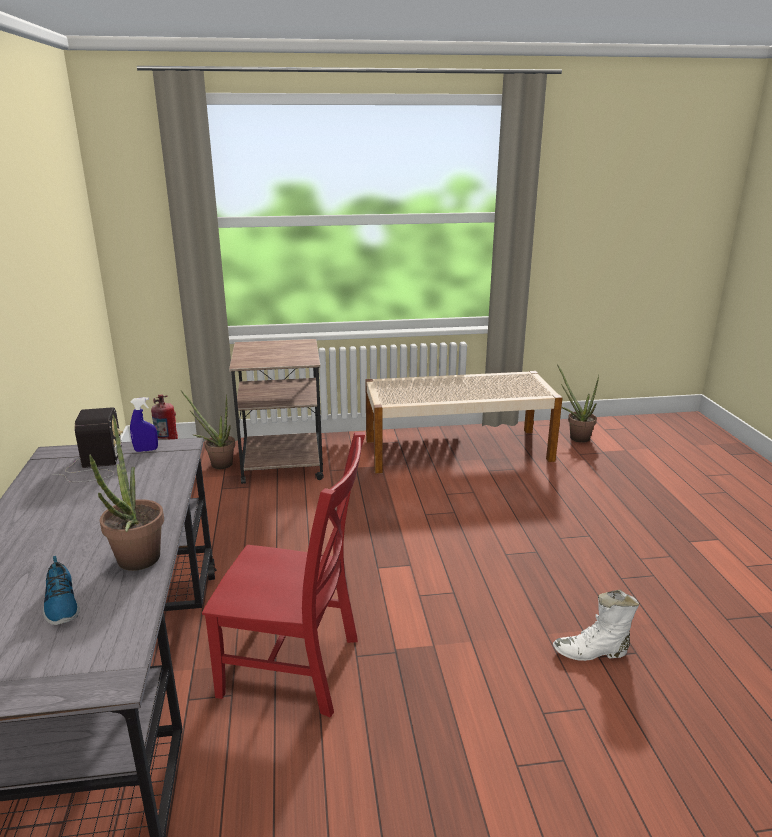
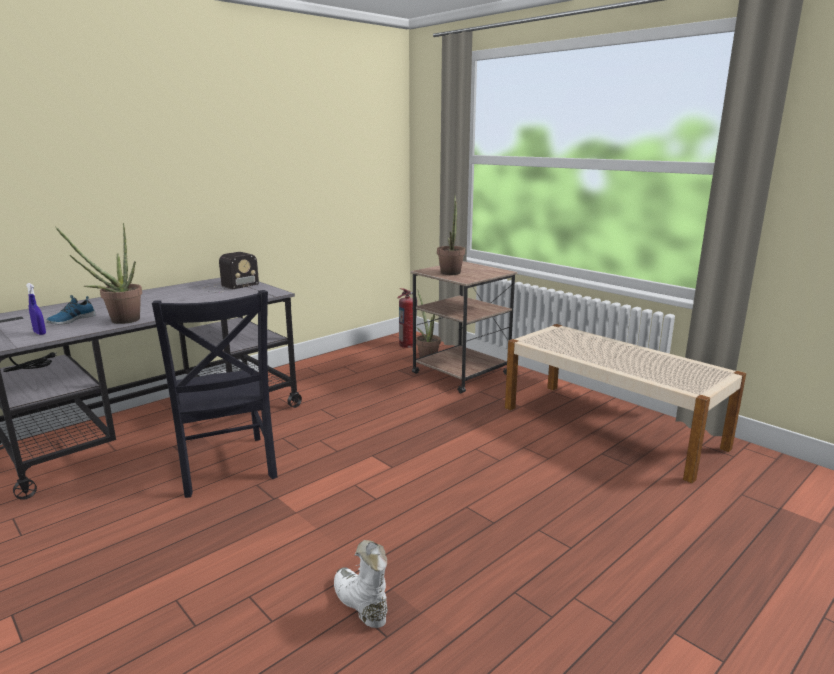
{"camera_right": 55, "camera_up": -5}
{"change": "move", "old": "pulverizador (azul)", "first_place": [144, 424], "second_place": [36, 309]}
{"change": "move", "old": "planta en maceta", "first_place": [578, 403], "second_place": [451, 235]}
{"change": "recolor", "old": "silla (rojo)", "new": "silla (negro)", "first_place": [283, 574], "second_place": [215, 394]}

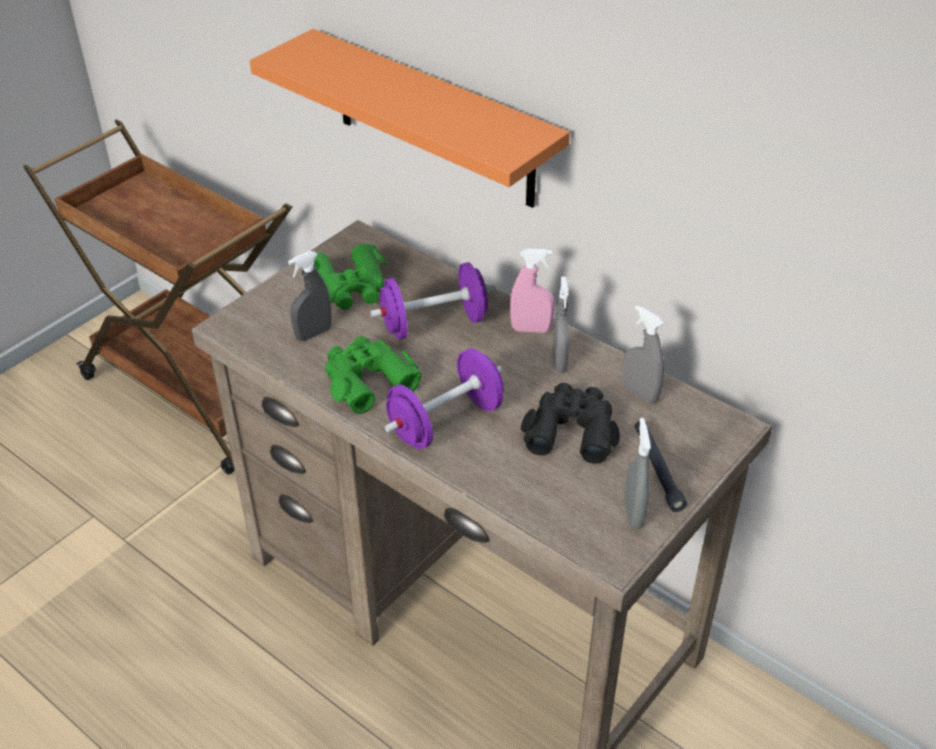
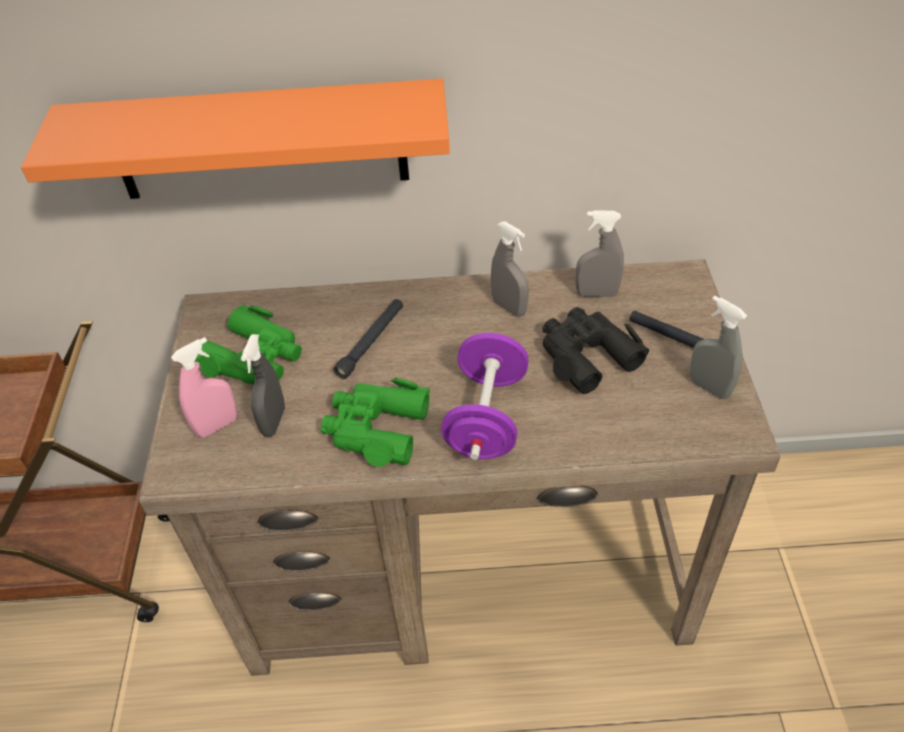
{"camera_right": -40, "camera_up": 5}
{"change": "move", "old": "pulverizador (rosa)", "first_place": [532, 291], "second_place": [204, 387]}
{"change": "replace", "old": "mancuerna (morado)", "new": "linterna (negro)", "first_place": [432, 301], "second_place": [368, 339]}

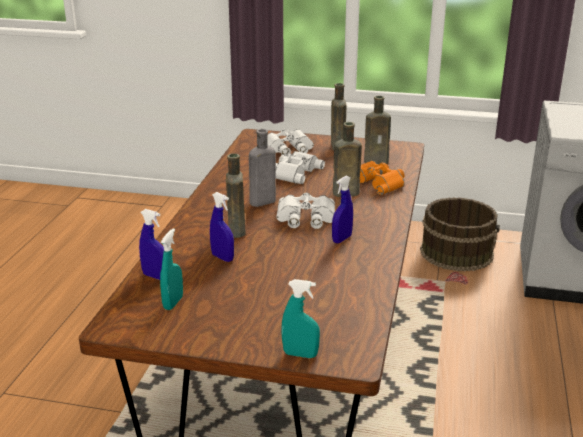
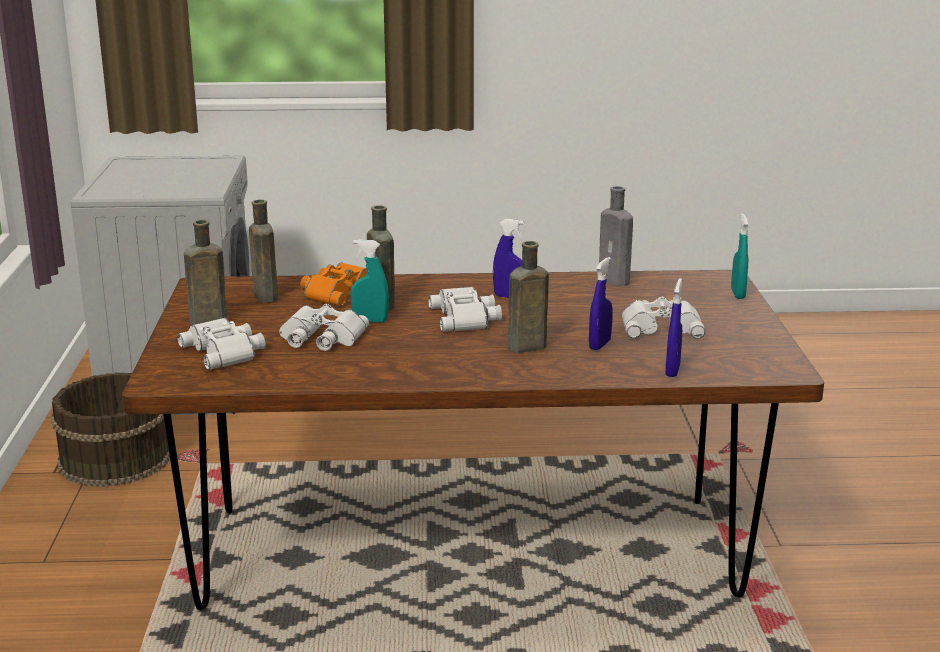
{"camera_right": -105, "camera_up": -5}
{"change": "insert", "new": "prismáticos (blanco)", "second_place": [663, 317]}
{"change": "move", "old": "pulverizador (turquesa)", "first_place": [171, 269], "second_place": [369, 281]}
{"change": "move", "old": "botella (gris)", "first_place": [262, 168], "second_place": [616, 236]}

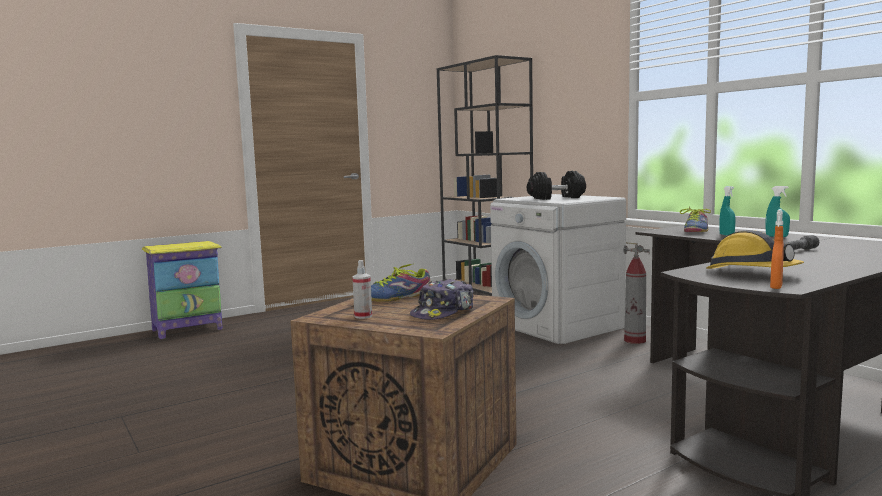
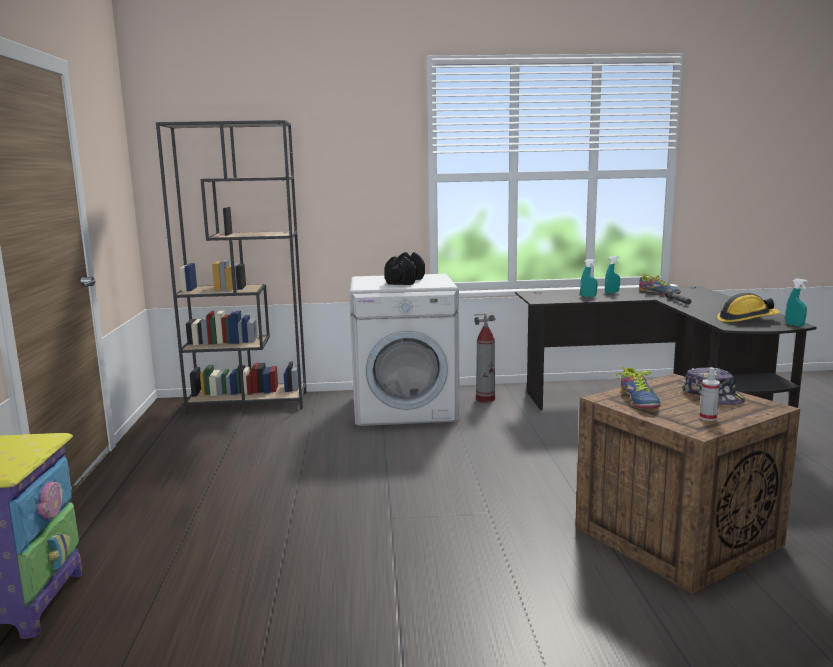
{"camera_right": -60, "camera_up": 5}
{"change": "move", "old": "zapato", "first_place": [695, 219], "second_place": [660, 285]}
{"change": "recolor", "old": "pulverizador (naranja)", "new": "pulverizador (turquesa)", "first_place": [777, 249], "second_place": [796, 302]}

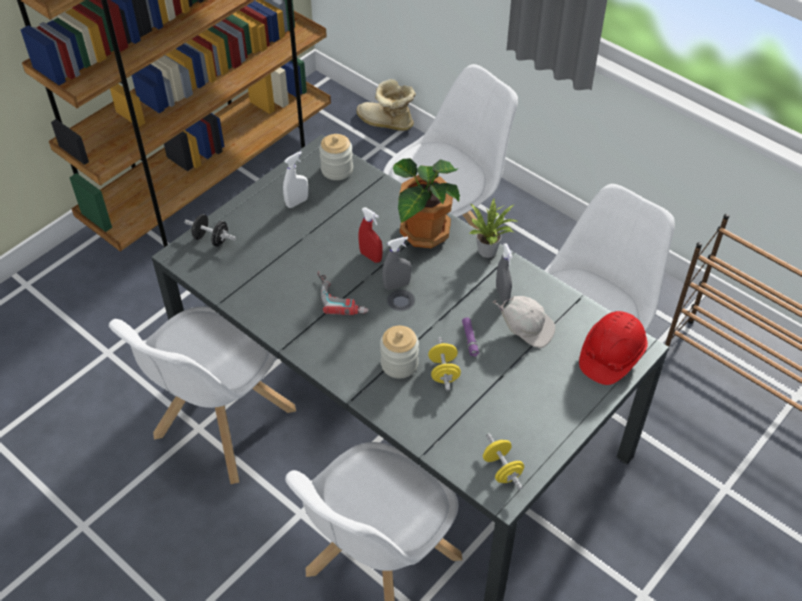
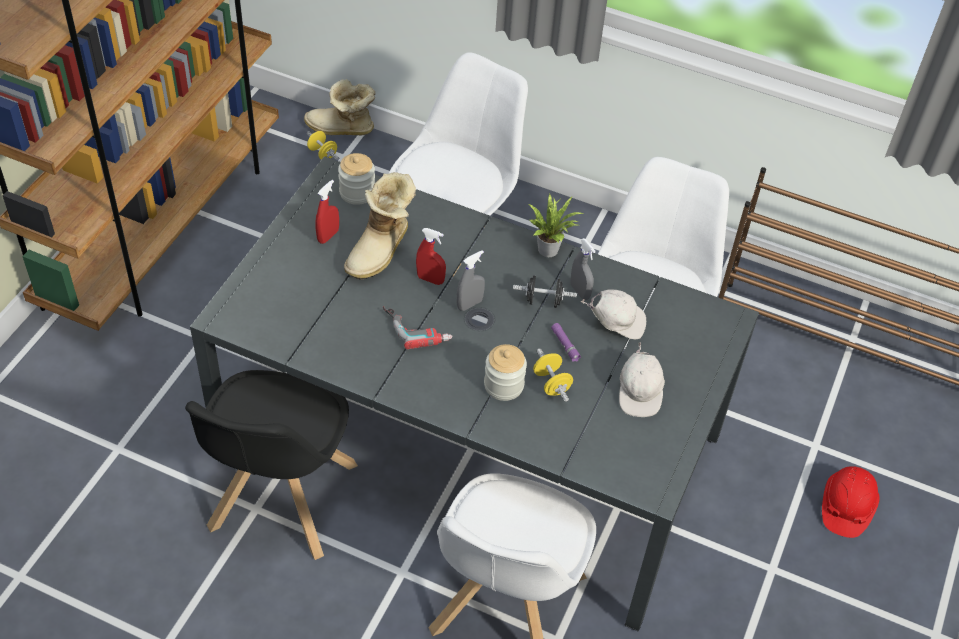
{"camera_right": -20, "camera_up": 0}
{"change": "delete", "old": "planta en maceta", "first_place": [426, 203]}
{"change": "insert", "new": "bota", "second_place": [380, 226]}
{"change": "insert", "new": "gorra (blanco)", "second_place": [642, 379]}
{"change": "move", "old": "mancuerna (negro)", "first_place": [210, 230], "second_place": [545, 291]}
{"change": "move", "old": "mancuerna (amarillo)", "first_place": [503, 461], "second_place": [322, 145]}
{"change": "move", "old": "casco (rojo)", "first_place": [613, 348], "second_place": [851, 502]}
{"change": "recolor", "old": "silla (blanco)", "new": "silla (negro)", "first_place": [202, 395], "second_place": [271, 465]}
{"change": "recolor", "old": "pulverizador (blanco)", "new": "pulverizador (rojo)", "first_place": [295, 179], "second_place": [327, 212]}

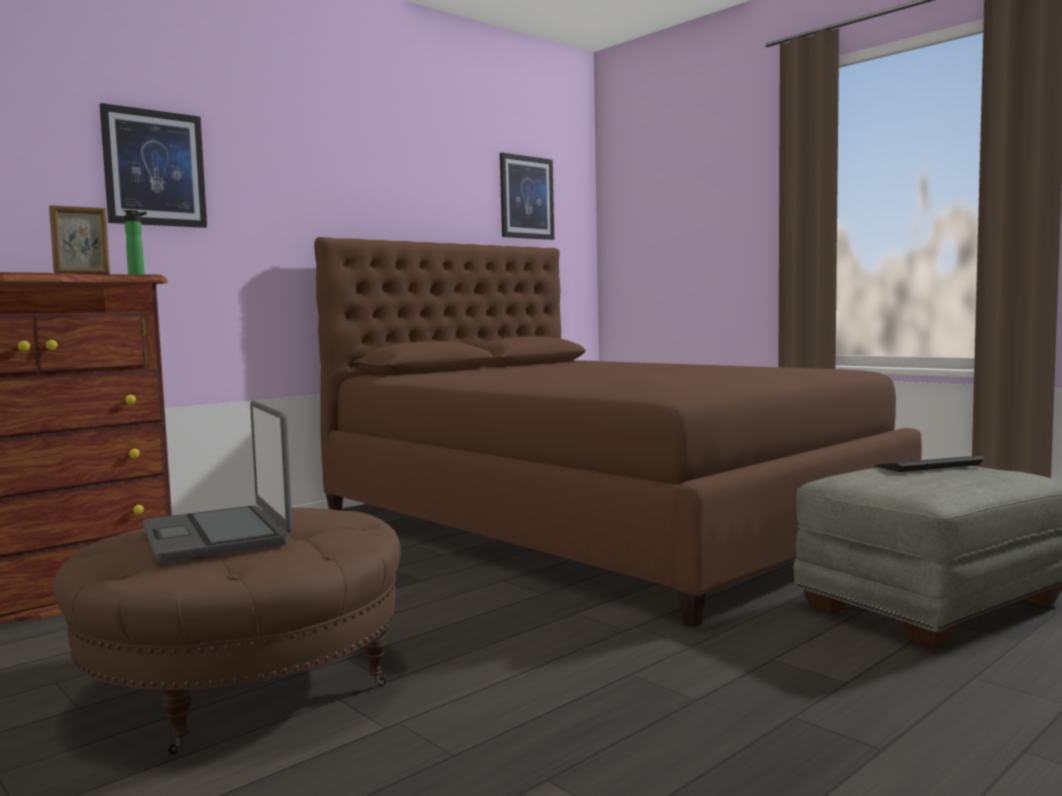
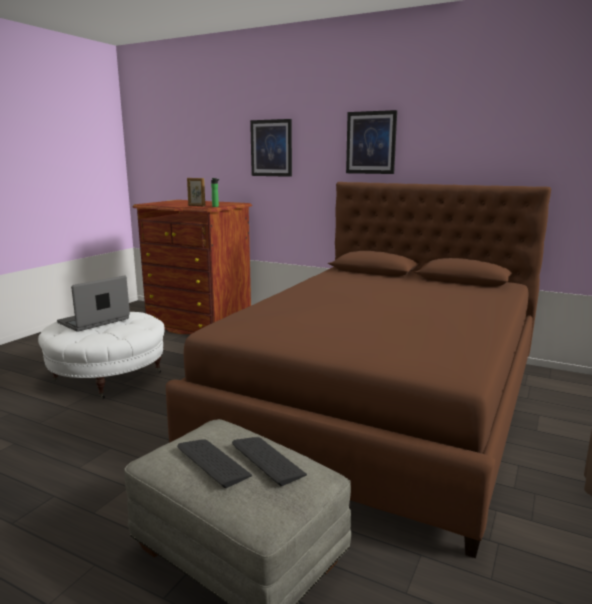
{"camera_right": 70, "camera_up": 10}
{"change": "insert", "new": "teclado", "second_place": [214, 464]}
{"change": "move", "old": "cuadro", "first_place": [527, 196], "second_place": [371, 142]}
{"change": "recolor", "old": "puf (marrón)", "new": "puf (blanco)", "first_place": [227, 631], "second_place": [101, 355]}

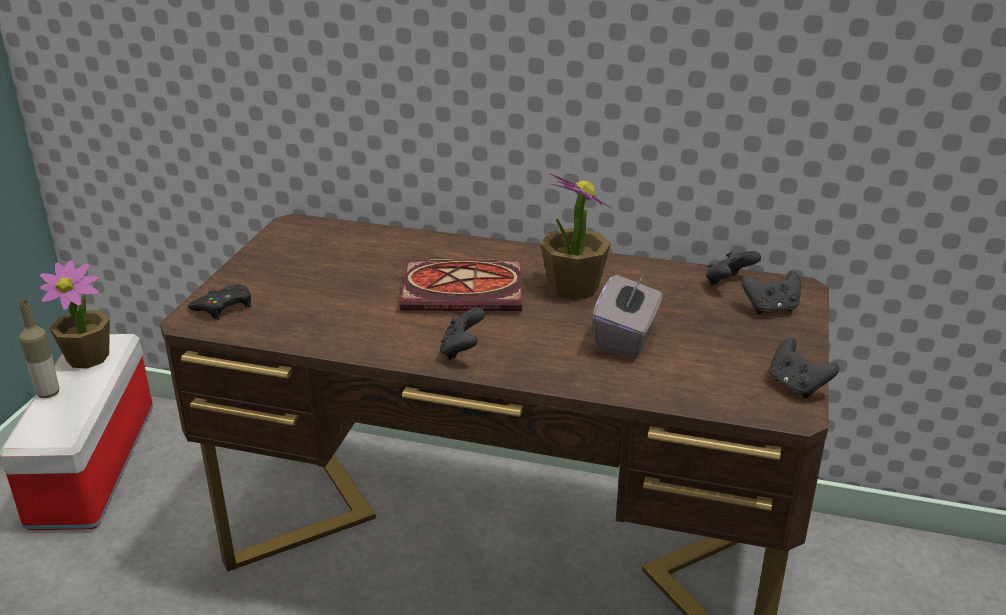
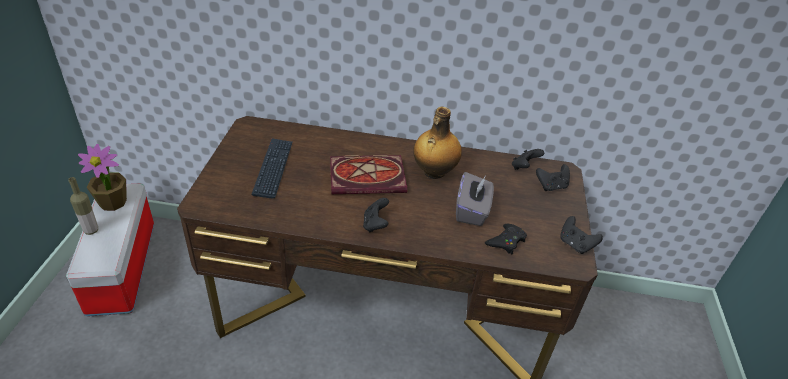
{"camera_right": -10, "camera_up": 10}
{"change": "insert", "new": "teclado", "second_place": [272, 168]}
{"change": "move", "old": "mando de consola (negro)", "first_place": [219, 302], "second_place": [506, 239]}
{"change": "replace", "old": "planta en maceta", "new": "botella", "first_place": [576, 236], "second_place": [437, 143]}

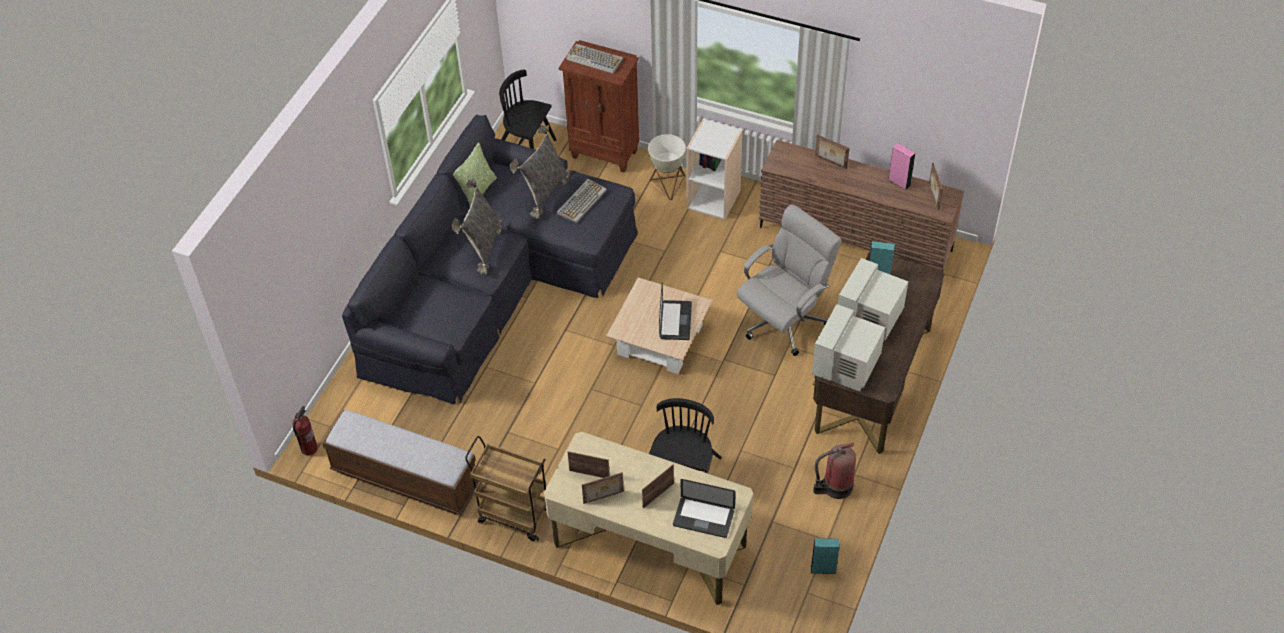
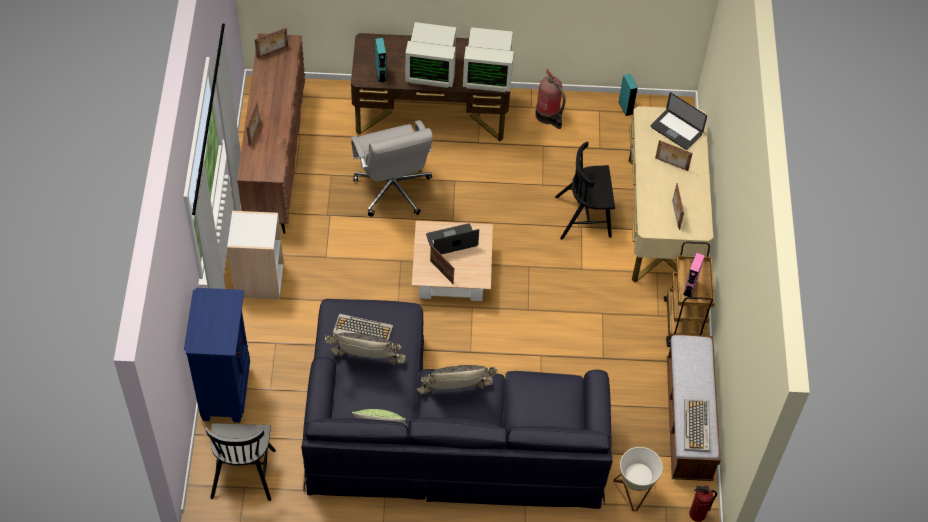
{"camera_right": -115, "camera_up": 5}
{"change": "move", "old": "teclado", "first_place": [594, 59], "second_place": [697, 425]}
{"change": "move", "old": "portarretratos", "first_place": [603, 488], "second_place": [442, 264]}
{"change": "move", "old": "maceta", "first_place": [667, 167], "second_place": [638, 479]}
{"change": "move", "old": "altavoz (rosa)", "first_place": [901, 166], "second_place": [694, 274]}
{"change": "recolor", "old": "armario (marrón)", "new": "armario (azul)", "first_place": [598, 106], "second_place": [217, 355]}
{"change": "rotate", "old": "portátil", "first_place": [704, 508], "second_place": [679, 121], "degrees": 135}
{"change": "rotate", "old": "silla de oficina (gris)", "first_place": [789, 280], "second_place": [392, 168], "degrees": -135}

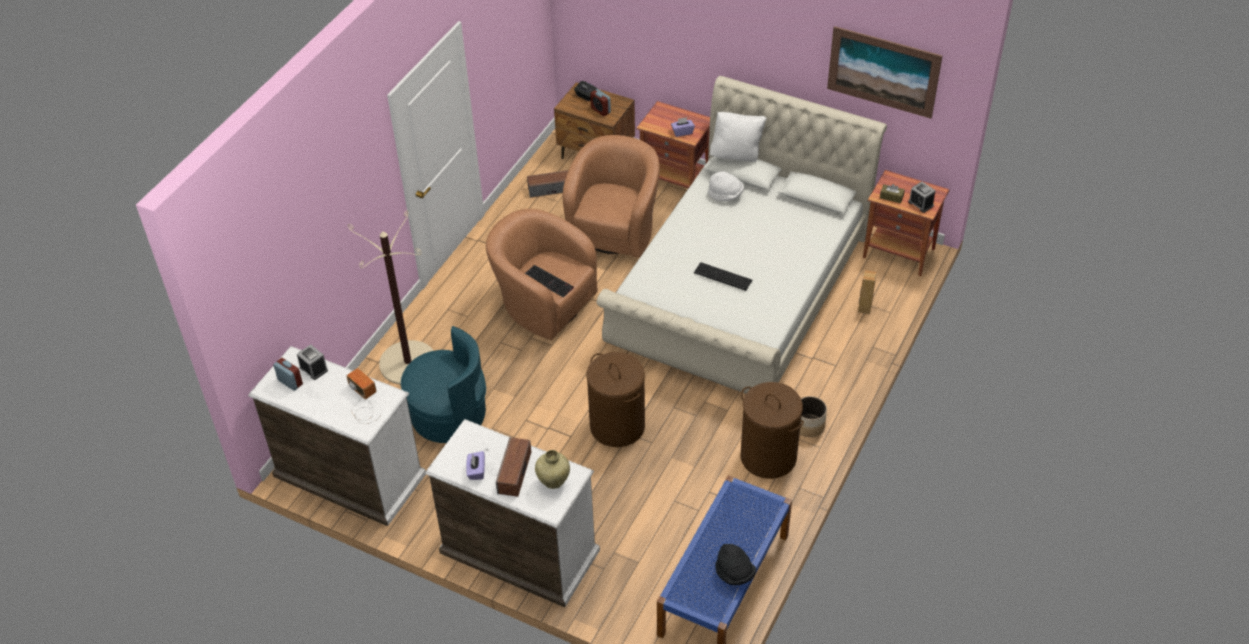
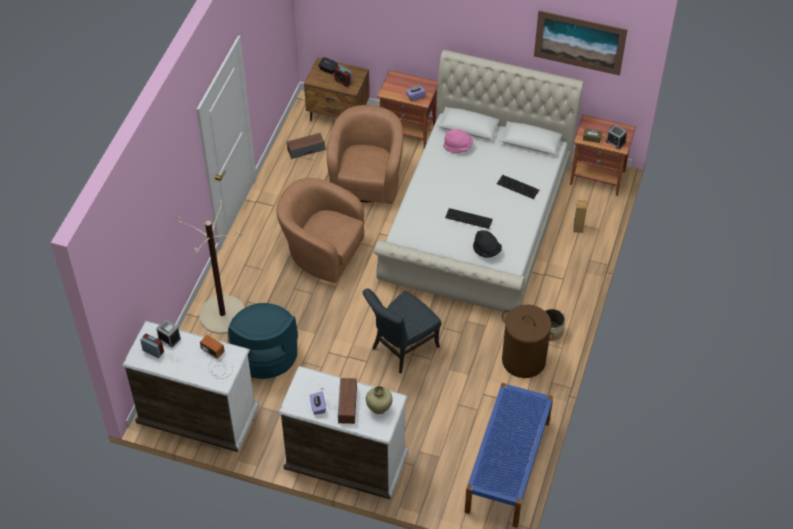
{"camera_right": -10, "camera_up": 5}
{"change": "delete", "old": "cojín (blanco)", "first_place": [738, 137]}
{"change": "move", "old": "teclado", "first_place": [549, 281], "second_place": [518, 187]}
{"change": "move", "old": "sombrero (negro)", "first_place": [735, 565], "second_place": [487, 244]}
{"change": "replace", "old": "cesto de la ropa (marrón)", "new": "silla (gris)", "first_place": [615, 399], "second_place": [401, 331]}
{"change": "recolor", "old": "sombrero (blanco)", "new": "sombrero (rosa)", "first_place": [726, 186], "second_place": [458, 141]}
{"change": "rotate", "old": "sillón (turquesa)", "first_place": [443, 384], "second_place": [263, 341], "degrees": 90}

